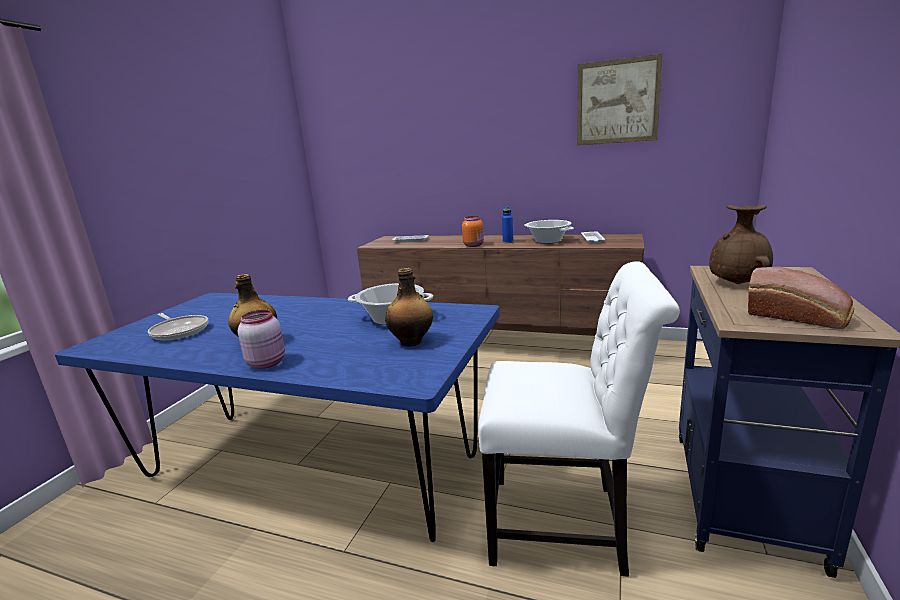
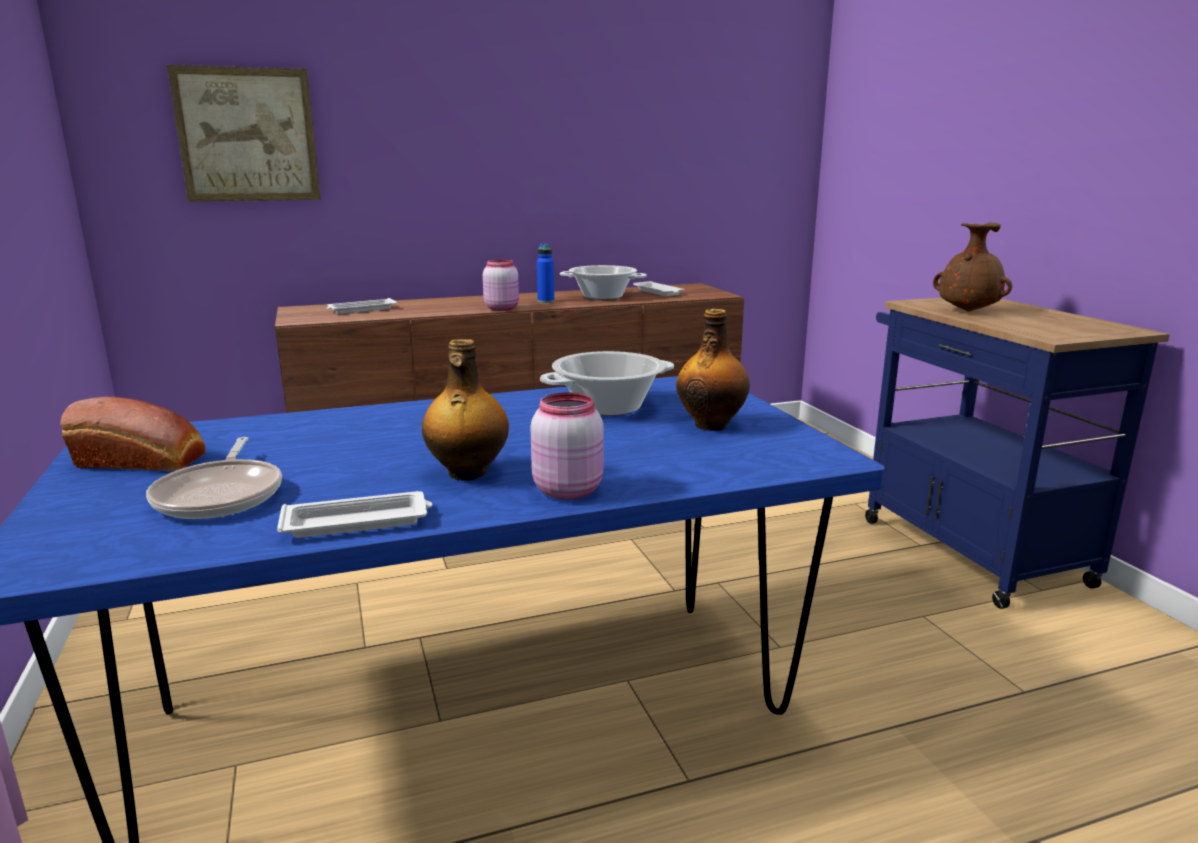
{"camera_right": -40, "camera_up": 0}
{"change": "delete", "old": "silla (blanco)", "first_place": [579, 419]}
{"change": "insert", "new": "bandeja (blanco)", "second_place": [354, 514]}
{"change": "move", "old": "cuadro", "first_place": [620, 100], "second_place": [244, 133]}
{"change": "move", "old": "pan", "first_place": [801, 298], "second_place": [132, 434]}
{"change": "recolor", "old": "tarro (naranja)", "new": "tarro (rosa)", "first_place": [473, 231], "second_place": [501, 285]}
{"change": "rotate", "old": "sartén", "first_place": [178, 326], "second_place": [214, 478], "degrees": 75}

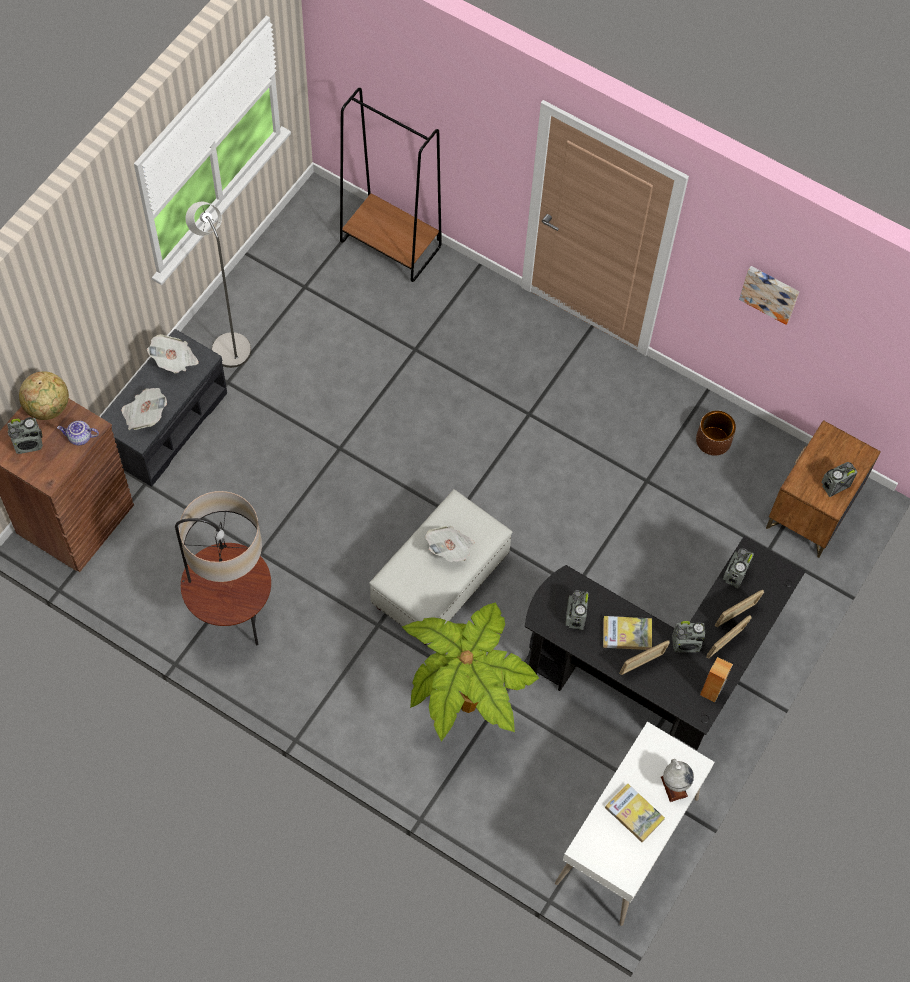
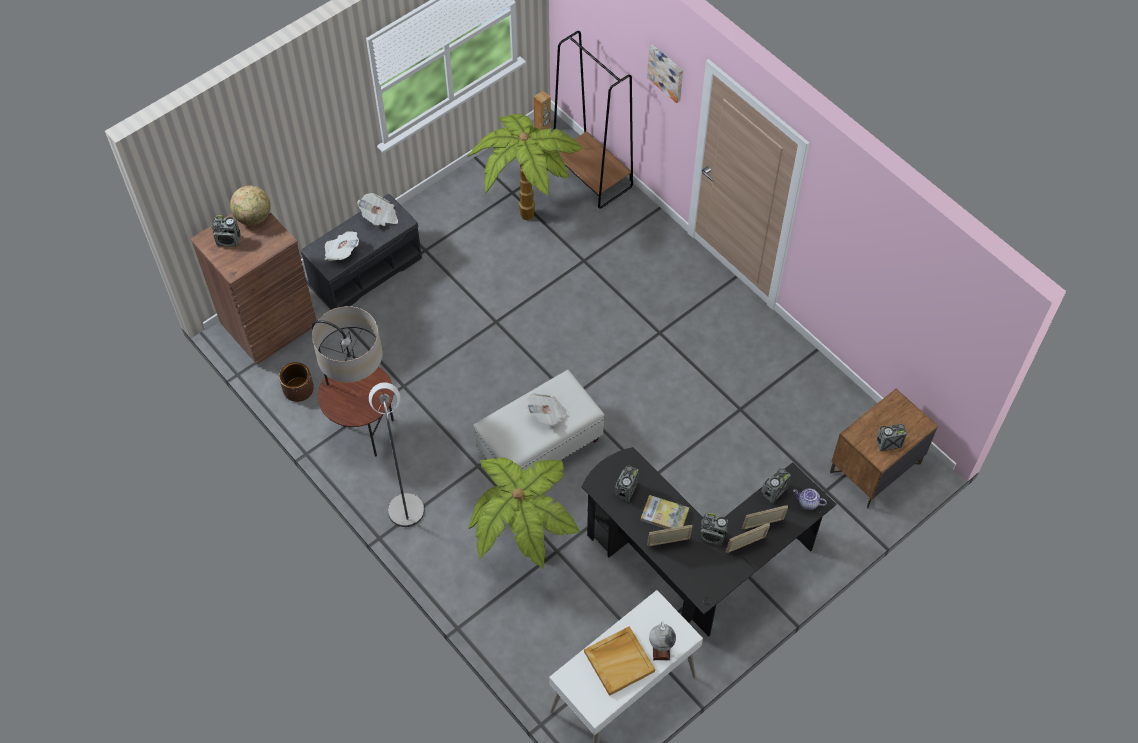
{"camera_right": 20, "camera_up": -5}
{"change": "insert", "new": "planta en maceta", "second_place": [525, 167]}
{"change": "move", "old": "tetera", "first_place": [78, 433], "second_place": [810, 499]}
{"change": "move", "old": "lámpara de pie (gris)", "first_place": [218, 285], "second_place": [396, 455]}
{"change": "move", "old": "maceta (marrón)", "first_place": [716, 433], "second_place": [296, 382]}
{"change": "move", "old": "altavoz (marrón)", "first_place": [716, 680], "second_place": [542, 110]}
{"change": "move", "old": "cuadro", "first_place": [769, 295], "second_place": [665, 74]}
{"change": "replace", "old": "libro", "new": "bandeja (beis)", "first_place": [635, 813], "second_place": [619, 661]}

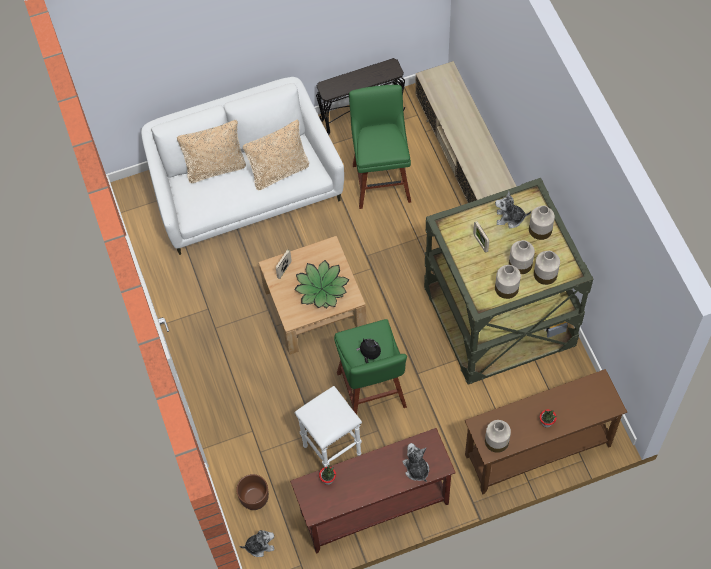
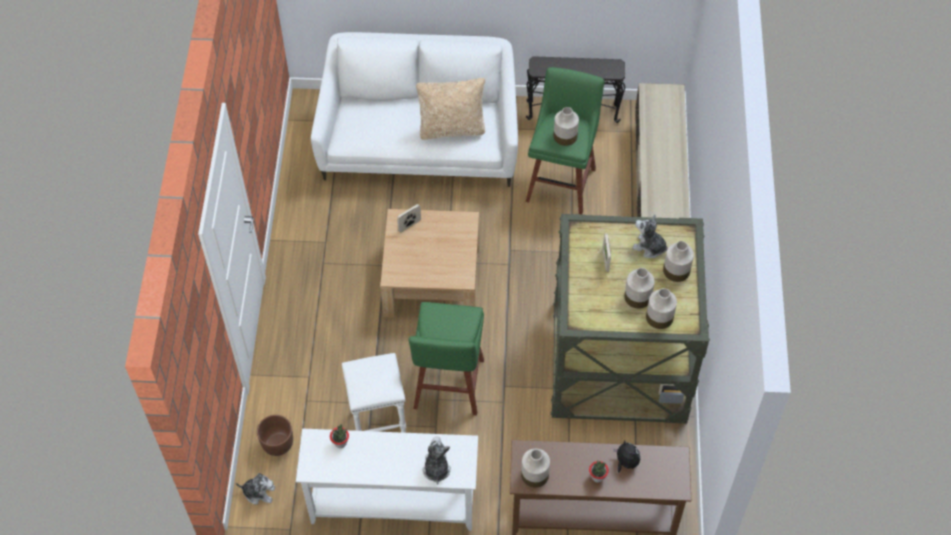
{"camera_right": 20, "camera_up": -5}
{"change": "delete", "old": "cojín (beis)", "first_place": [211, 151]}
{"change": "delete", "old": "planta en maceta", "first_place": [321, 284]}
{"change": "move", "old": "peluche", "first_place": [368, 350], "second_place": [626, 456]}
{"change": "move", "old": "florero (beis)", "first_place": [508, 282], "second_place": [566, 126]}
{"change": "recolor", "old": "mesa consola (marrón)", "new": "mesa consola (blanco)", "first_place": [373, 491], "second_place": [387, 480]}

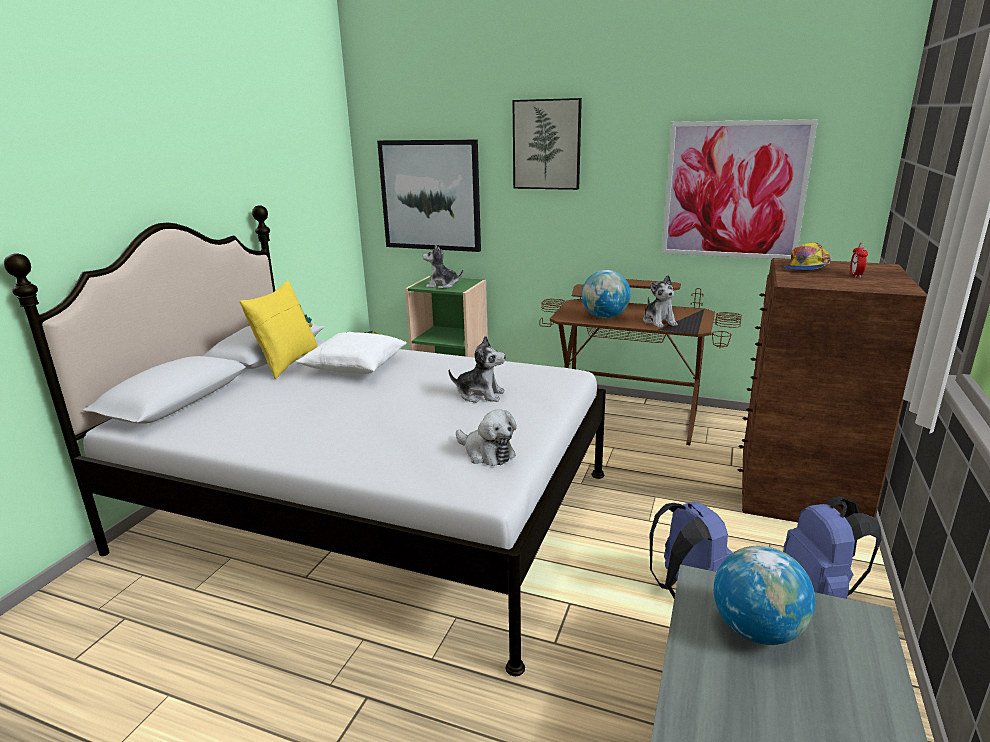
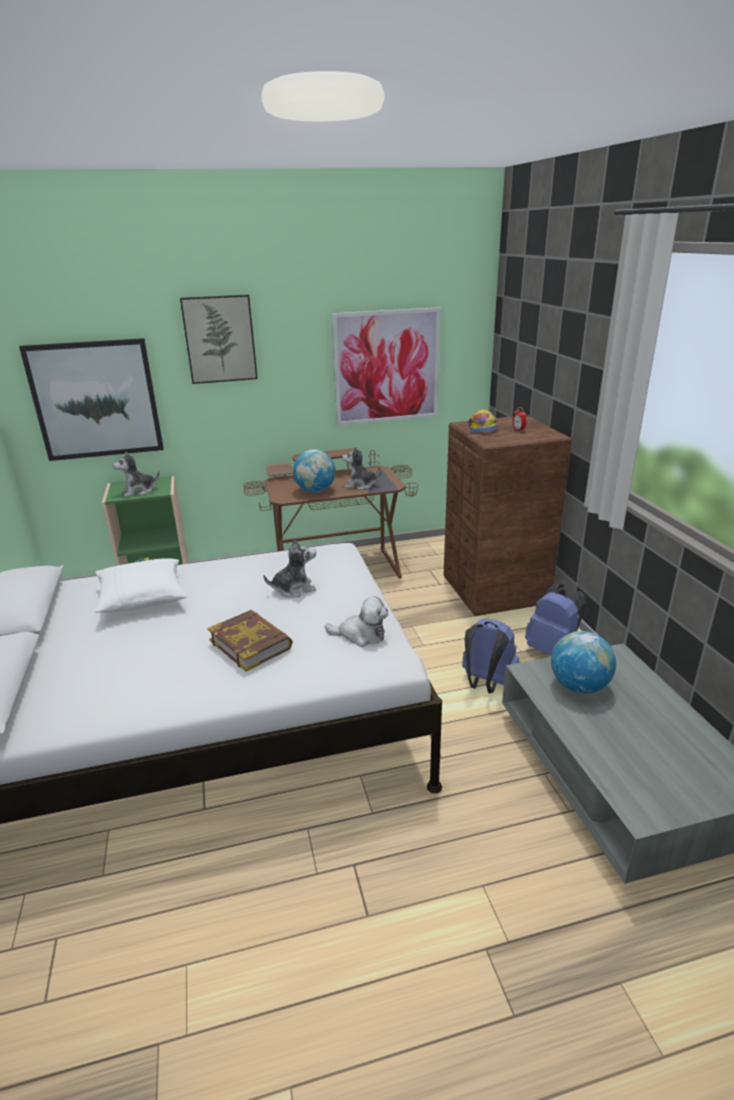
{"camera_right": -35, "camera_up": 5}
{"change": "delete", "old": "cojín (amarillo)", "first_place": [279, 329]}
{"change": "insert", "new": "libro", "second_place": [250, 640]}
{"change": "rotate", "old": "peluche", "first_place": [660, 301], "second_place": [362, 468], "degrees": 150}

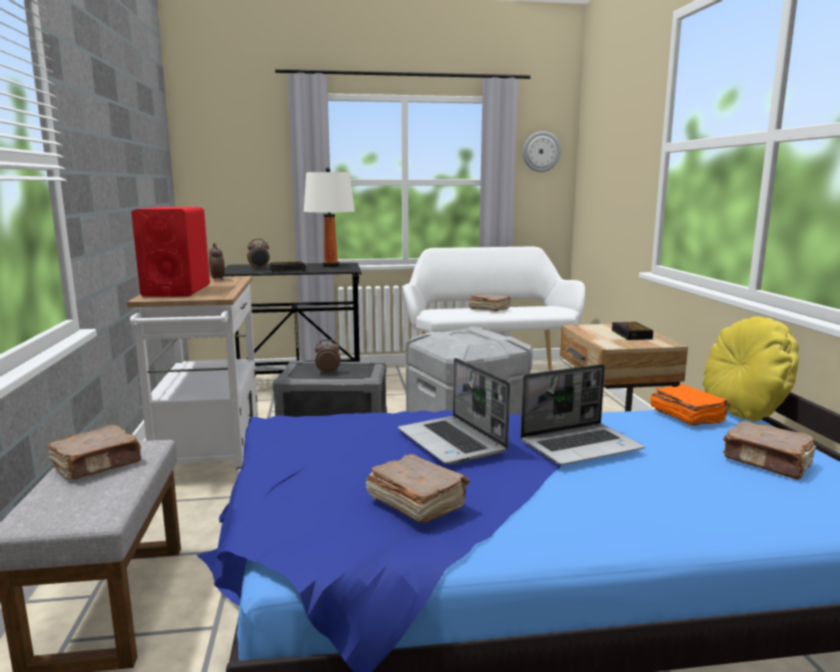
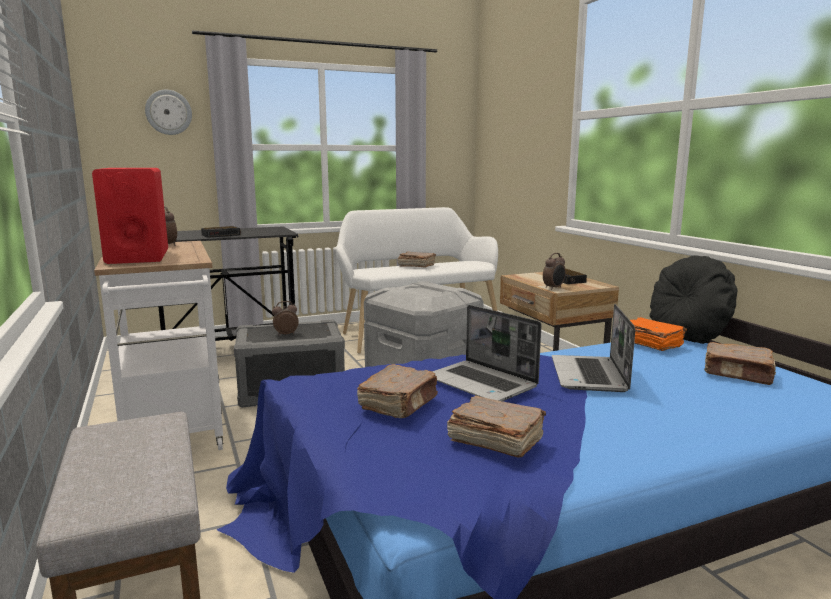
{"camera_right": -15, "camera_up": 0}
{"change": "delete", "old": "lámpara de mesa (blanco)", "first_place": [329, 217]}
{"change": "move", "old": "libro (marrón)", "first_place": [94, 452], "second_place": [397, 391]}
{"change": "move", "old": "despertador", "first_place": [258, 254], "second_place": [554, 271]}
{"change": "move", "old": "reloj de pared", "first_place": [542, 151], "second_place": [168, 112]}
{"change": "recolor", "old": "cojín (amarillo)", "new": "cojín (negro)", "first_place": [751, 369], "second_place": [693, 300]}
{"change": "rotate", "old": "portátil", "first_place": [582, 414], "second_place": [593, 348], "degrees": 135}

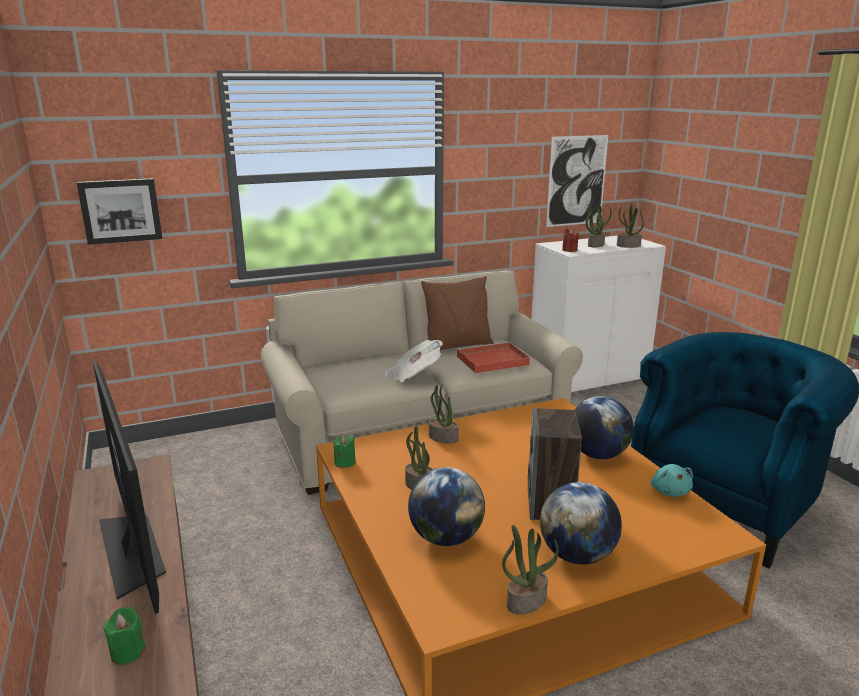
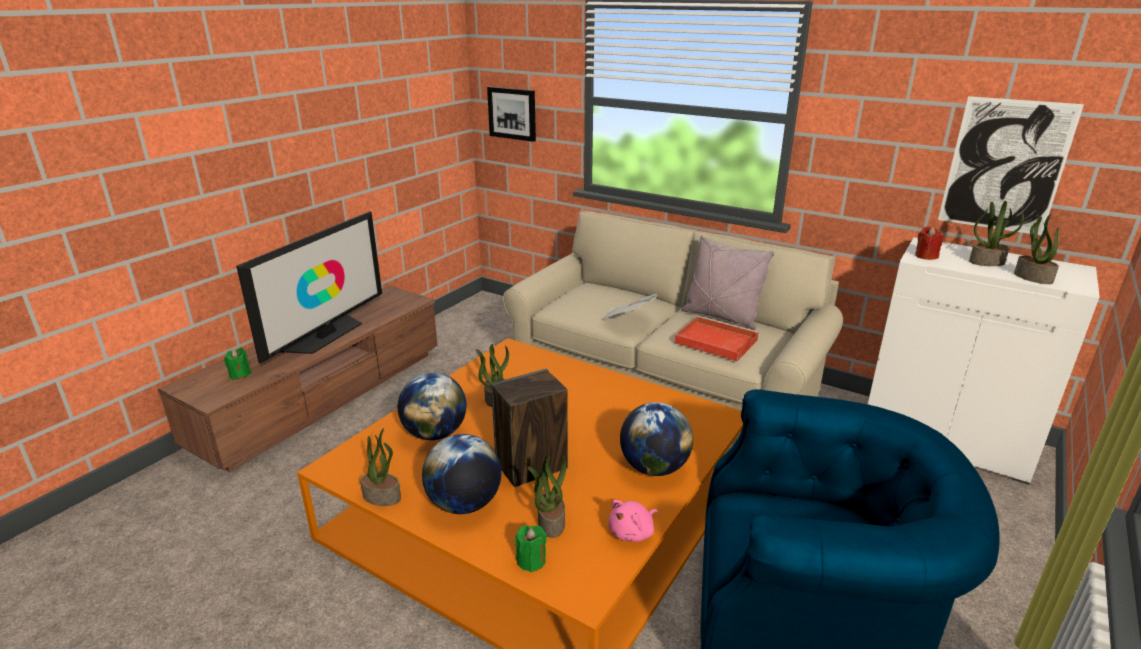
{"camera_right": 55, "camera_up": 5}
{"change": "move", "old": "vela (verde)", "first_place": [345, 451], "second_place": [531, 549]}
{"change": "move", "old": "planta en maceta", "first_place": [444, 414], "second_place": [547, 496]}
{"change": "recolor", "old": "cojín (marrón)", "new": "cojín (morado)", "first_place": [457, 313], "second_place": [728, 282]}
{"change": "recolor", "old": "peluche (turquesa)", "new": "peluche (rosa)", "first_place": [672, 480], "second_place": [633, 521]}

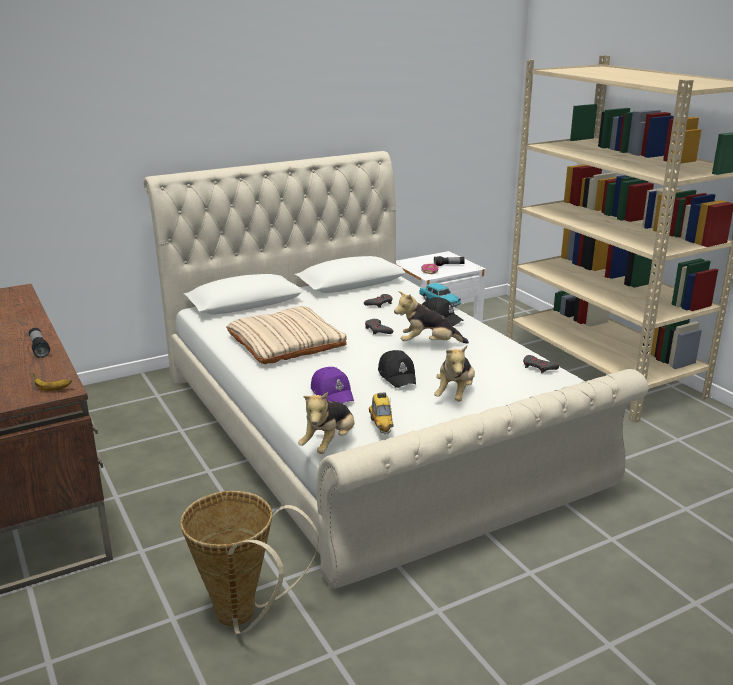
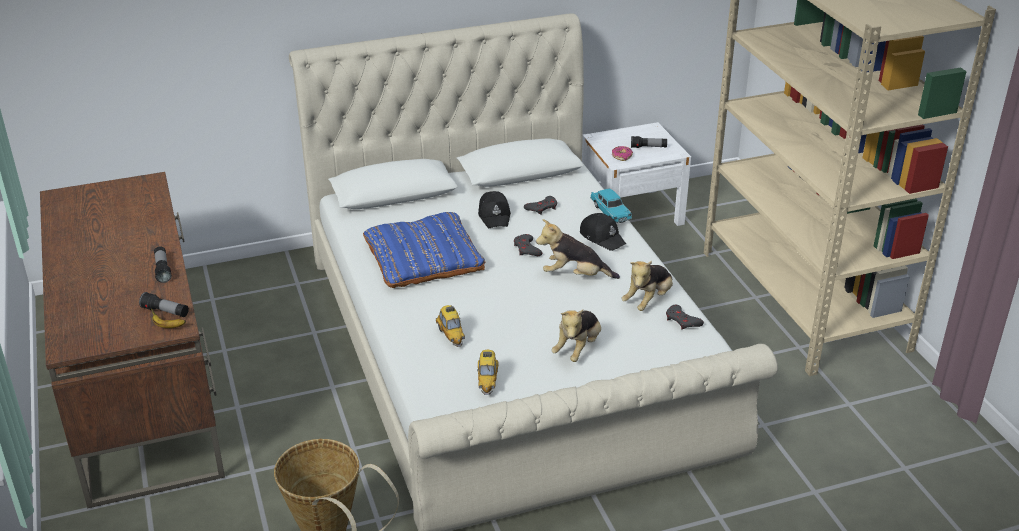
{"camera_right": 10, "camera_up": 10}
{"change": "insert", "new": "linterna", "second_place": [164, 304]}
{"change": "move", "old": "peluche", "first_place": [326, 423], "second_place": [647, 286]}
{"change": "move", "old": "gorra (negro)", "first_place": [397, 369], "second_place": [494, 209]}
{"change": "replace", "old": "gorra (morado)", "new": "coche de juguete", "first_place": [332, 385], "second_place": [450, 326]}
{"change": "recolor", "old": "cojín (beis)", "new": "cojín (azul)", "first_place": [286, 335], "second_place": [424, 250]}

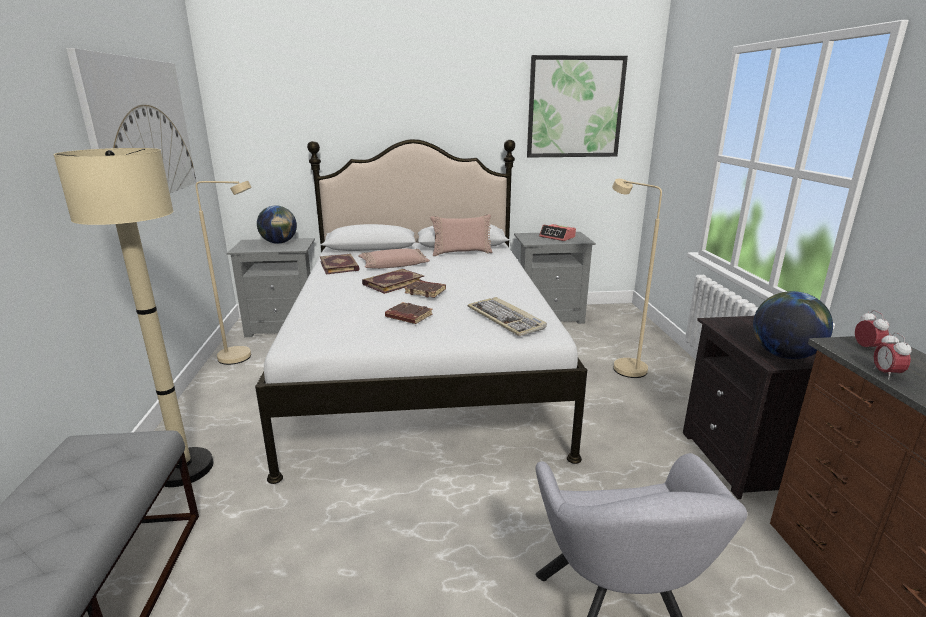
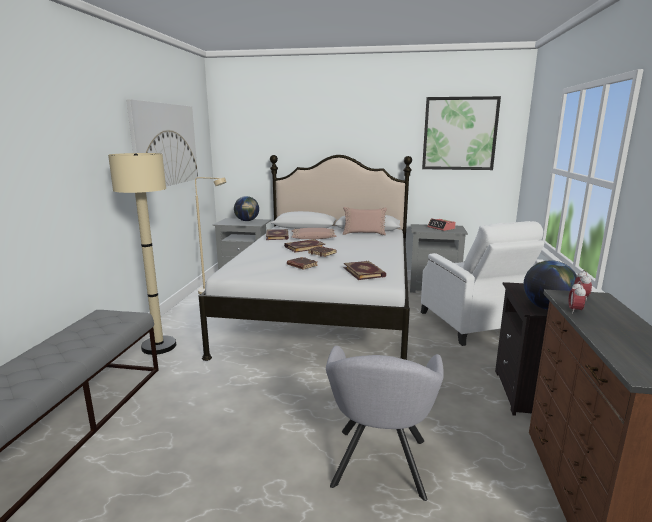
{"camera_right": 15, "camera_up": -5}
{"change": "replace", "old": "teclado", "new": "libro", "first_place": [507, 316], "second_place": [365, 270]}
{"change": "replace", "old": "lámpara de pie (beis)", "new": "sillón (blanco)", "first_place": [637, 278], "second_place": [482, 283]}

